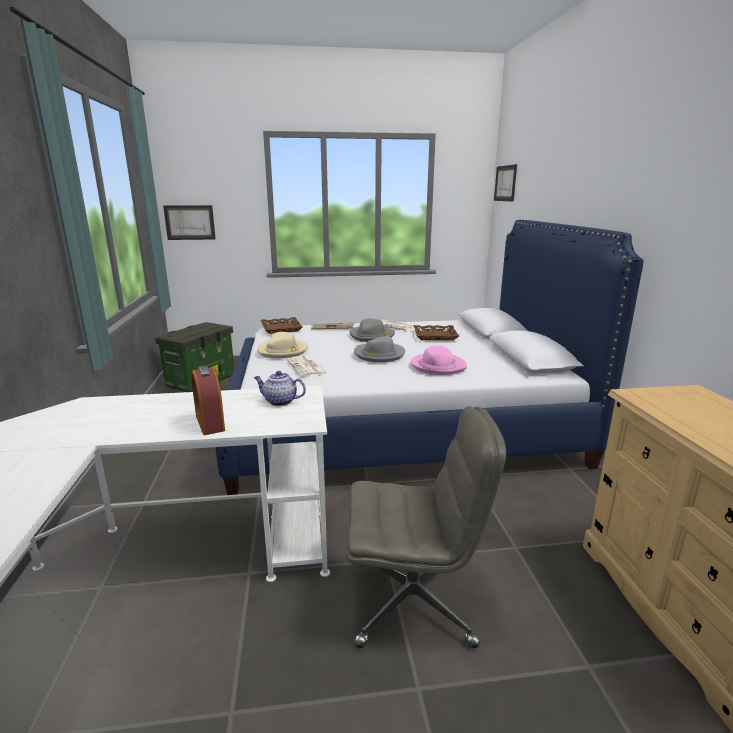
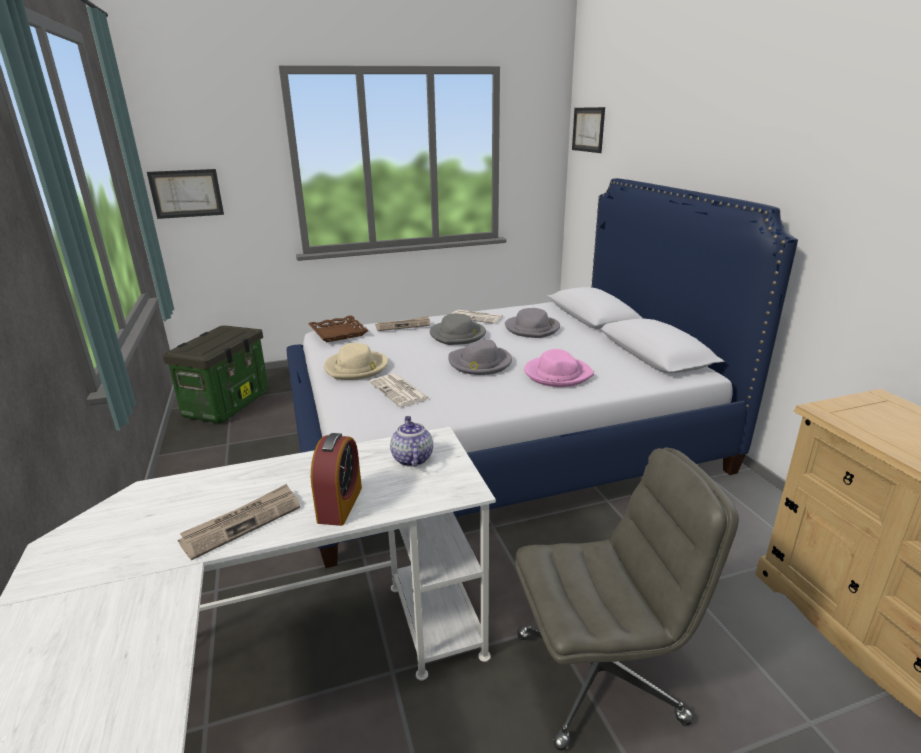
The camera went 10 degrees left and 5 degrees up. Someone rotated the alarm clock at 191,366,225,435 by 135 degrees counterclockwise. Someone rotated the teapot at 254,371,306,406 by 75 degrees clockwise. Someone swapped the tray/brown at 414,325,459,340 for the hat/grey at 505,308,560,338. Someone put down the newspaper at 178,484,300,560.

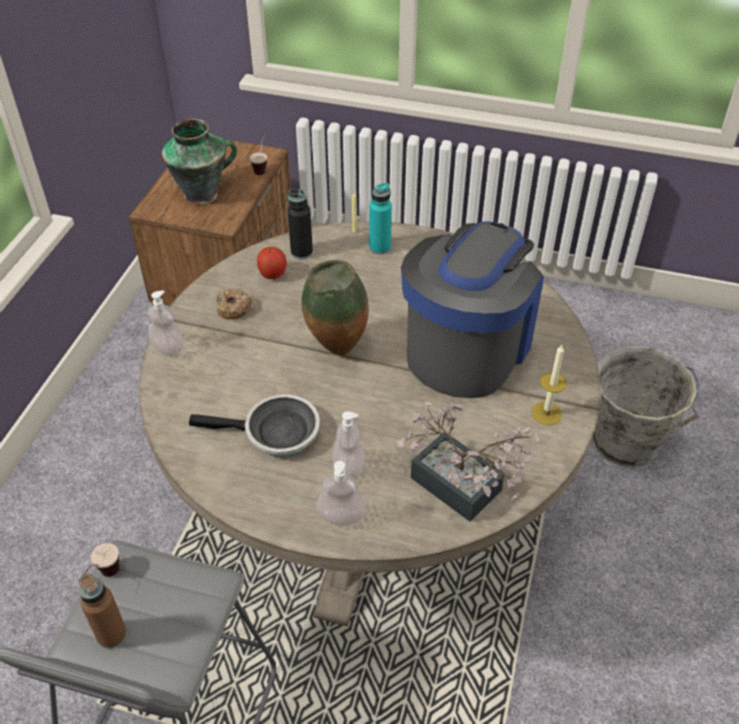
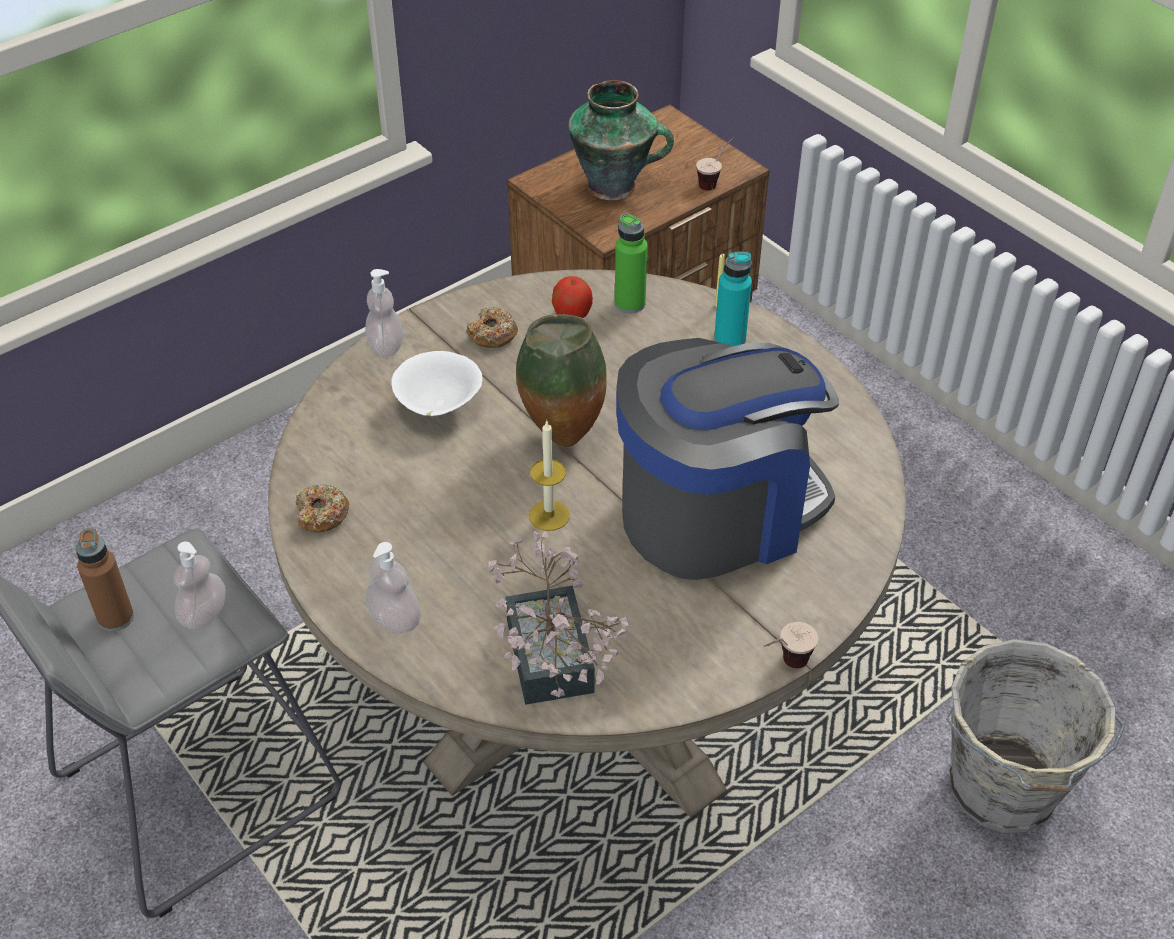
The camera went 35 degrees right and 0 degrees up. Someone carried the cup from 82,543,119,577 to 764,622,818,668. Someone took away the frying pan at 189,394,320,457. Someone repainted the bottle/black at 287,189,313,259, which became the bottle/green at 615,213,648,313. Someone carried the soap dispenser from 332,411,365,479 to 174,542,226,629. Someone carried the candle from 531,345,567,425 to 529,420,570,531. Someone put down the donut at 296,484,349,532. Someone put down the bowl/white at 391,351,483,416.

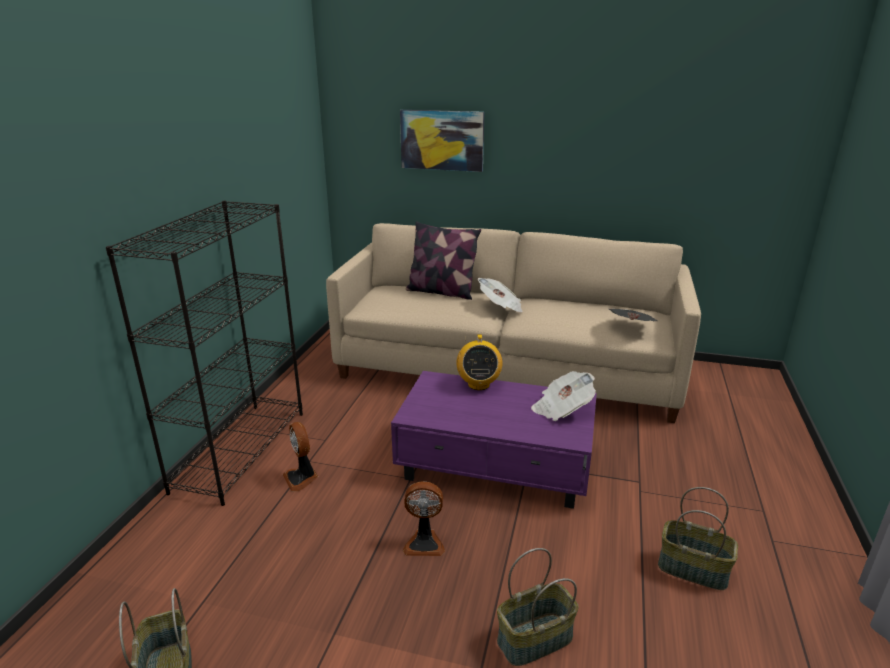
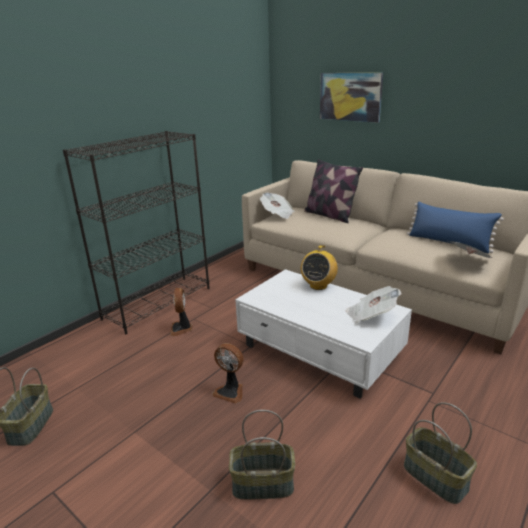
The camera went 25 degrees right and 0 degrees up. Someone repainted the coffee table/purple at 391,371,597,509, which became the coffee table/white at 235,269,412,399. Someone carried the newspaper from 478,278,523,313 to 260,192,294,219. Someone put down the pillow/blue at 407,201,504,254.

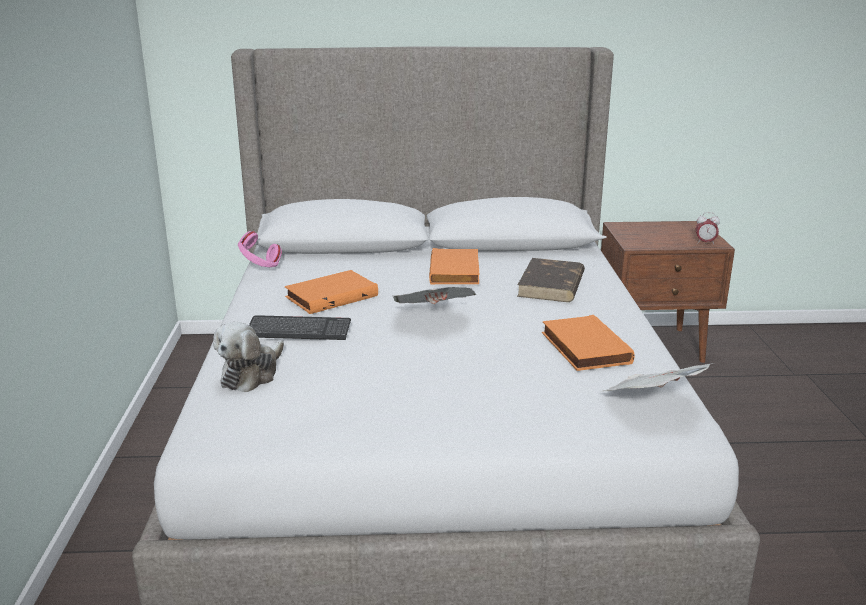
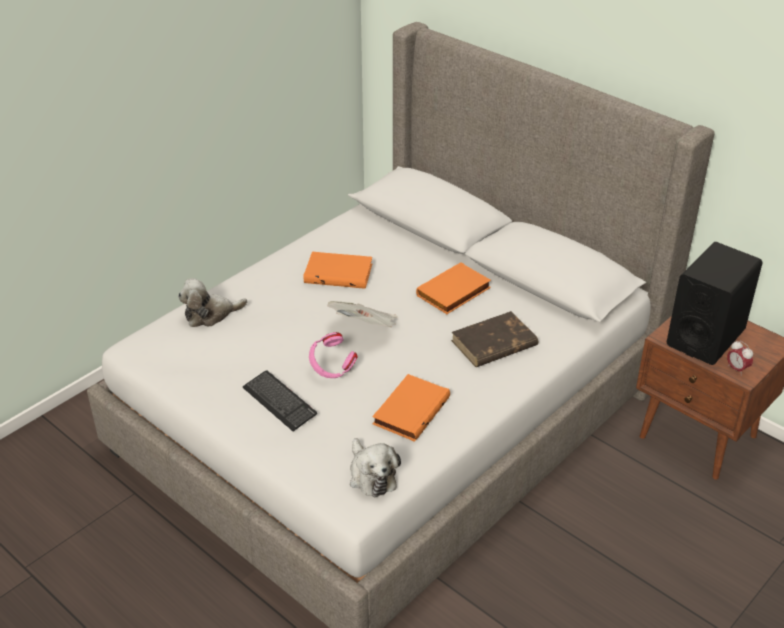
The camera went 45 degrees right and 15 degrees up. Someone carried the headphones/pink from 238,231,282,267 to 309,332,358,378. Someone carried the keyboard from 249,315,351,340 to 243,370,317,431. Someone swapped the newspaper at 603,363,714,391 for the plush toy at 350,438,401,497. Someone put down the speaker/black at 667,242,763,365.

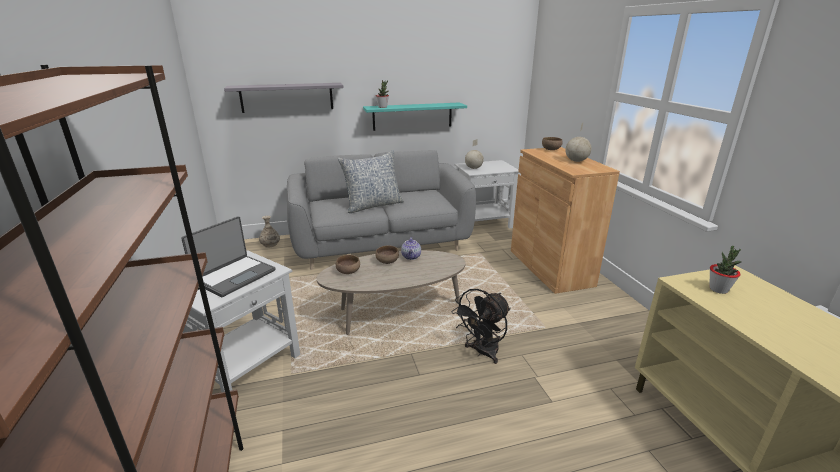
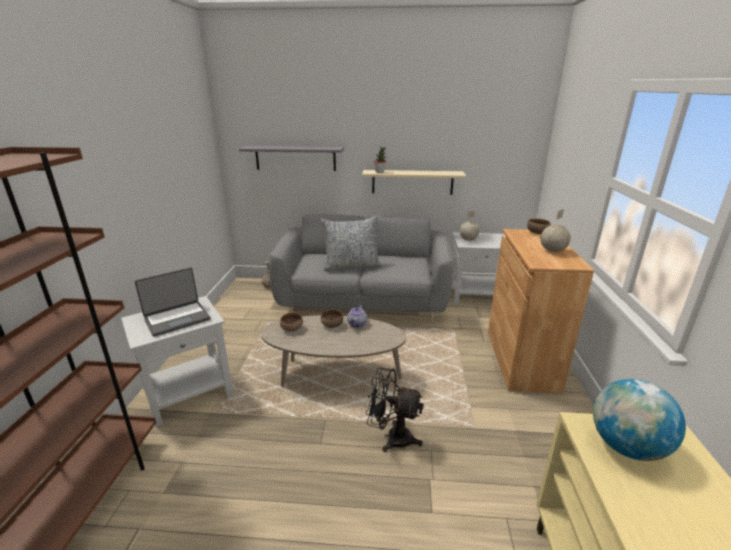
The camera went 20 degrees right and 0 degrees up. Someone repainted the shelf/turquoise at 363,102,467,131, which became the shelf/beige at 362,170,466,195. Someone rotated the fan/black at 451,289,511,364 by 45 degrees clockwise. Someone swapped the potted plant at 709,246,742,294 for the globe at 593,379,686,461.

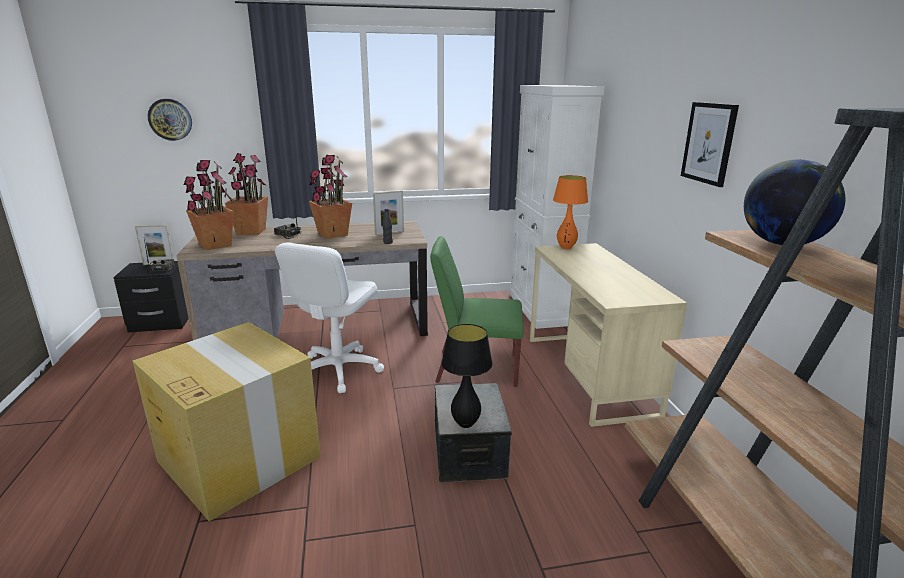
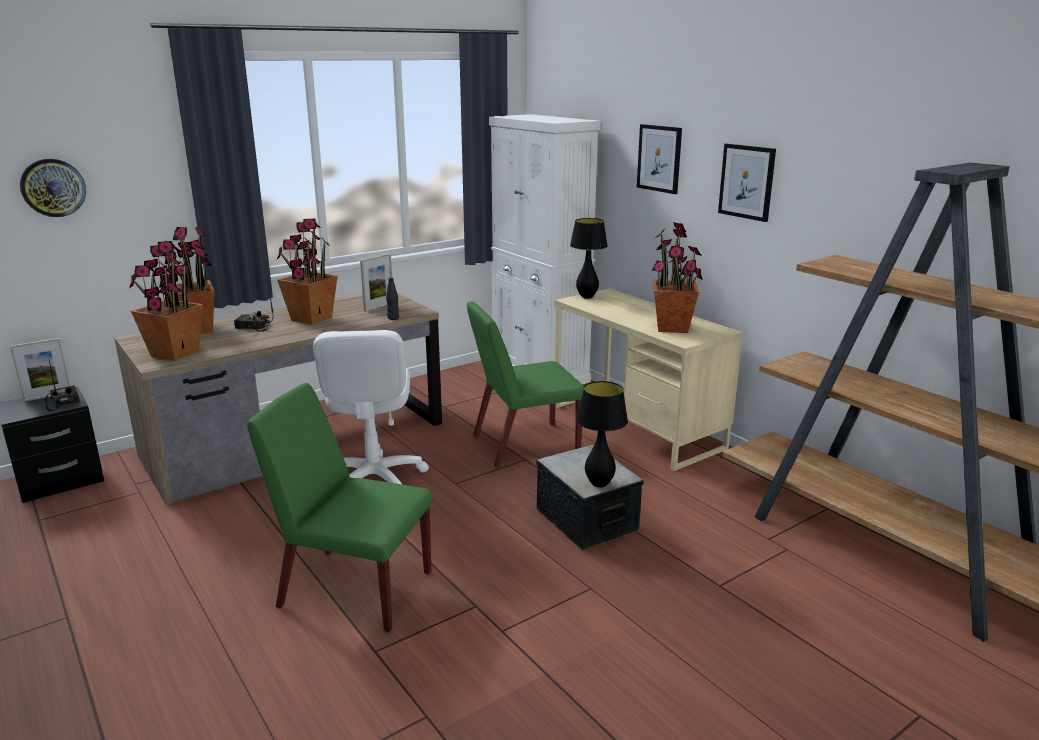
The camera went 25 degrees left and 0 degrees up. Someone swapped the cardboard box at 133,322,321,521 for the chair/green at 247,383,433,632. Someone repainted the table lamp/orange at 553,175,588,249, which became the table lamp/black at 570,218,608,299. Someone took away the globe at 744,159,845,245. Someone put up the picture at 637,124,682,194. Someone put down the potted plant at 652,222,703,333.

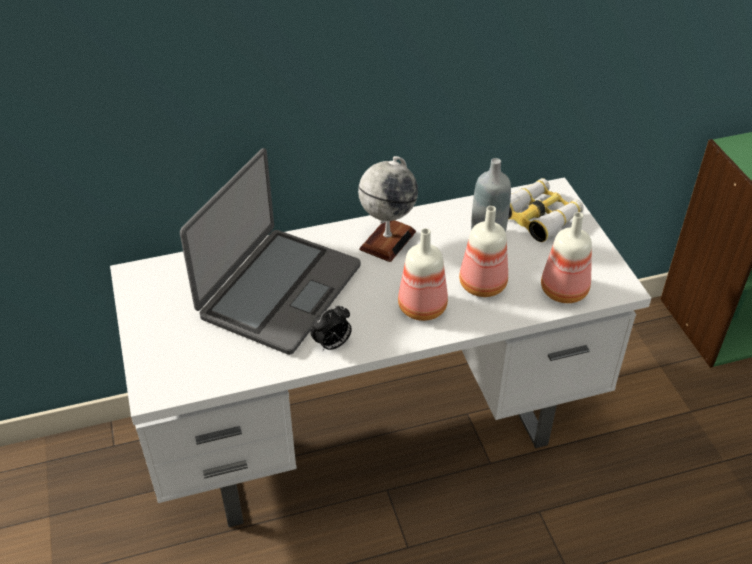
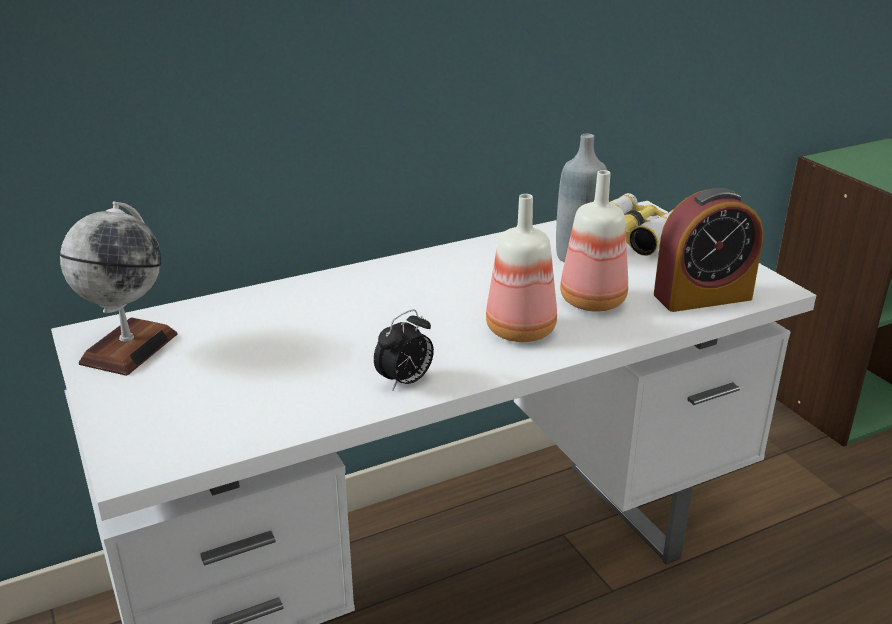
The camera went 10 degrees left and 15 degrees down. Someone took away the laptop at 180,148,361,355. Someone carried the globe from 358,156,418,262 to 60,201,177,376. Someone swapped the bottle at 541,212,592,303 for the alarm clock at 654,188,763,312.

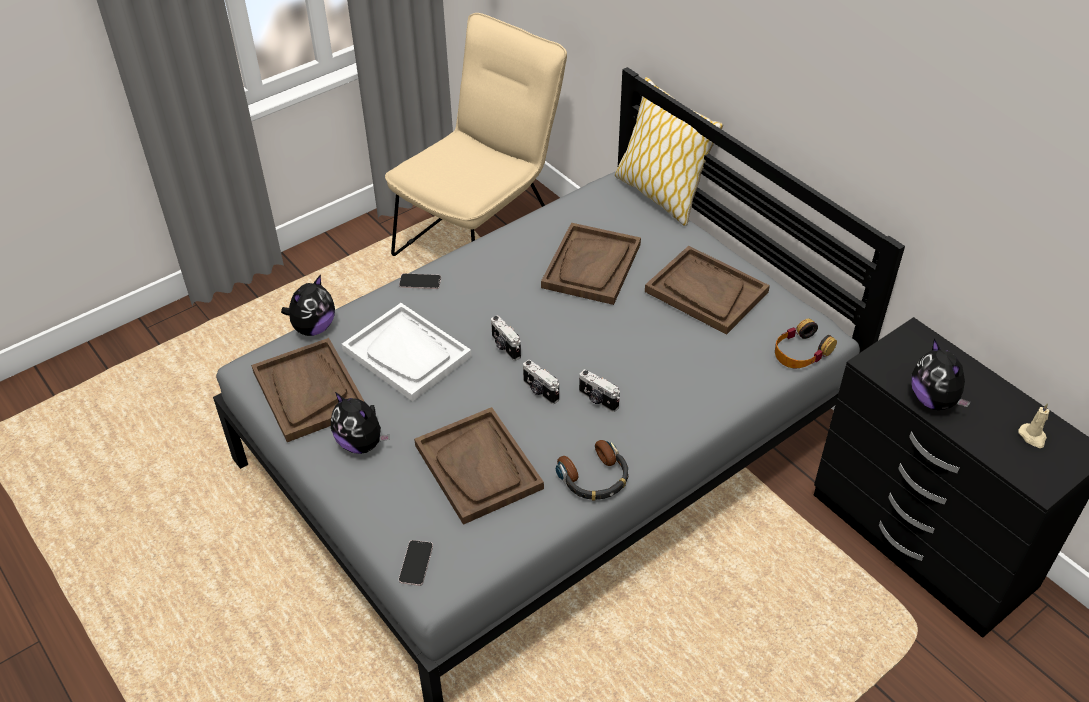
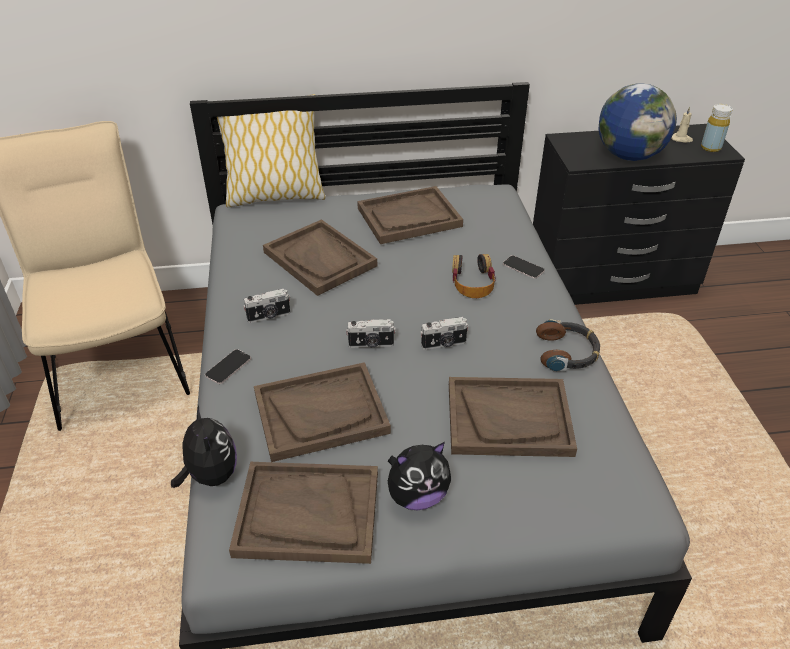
The camera went 60 degrees left and 5 degrees down. Someone repainted the tray/white at 342,303,471,402, which became the tray/brown at 254,362,391,462. Someone carried the phone from 399,540,433,586 to 503,255,545,279. Someone carried the photo camera from 579,369,620,412 to 243,289,290,323. Someone carried the headphones from 775,319,837,368 to 452,254,496,298. Someone swapped the plush toy at 911,339,971,410 for the globe at 598,83,677,161. Someone put down the bottle/yellow at 701,104,733,152.

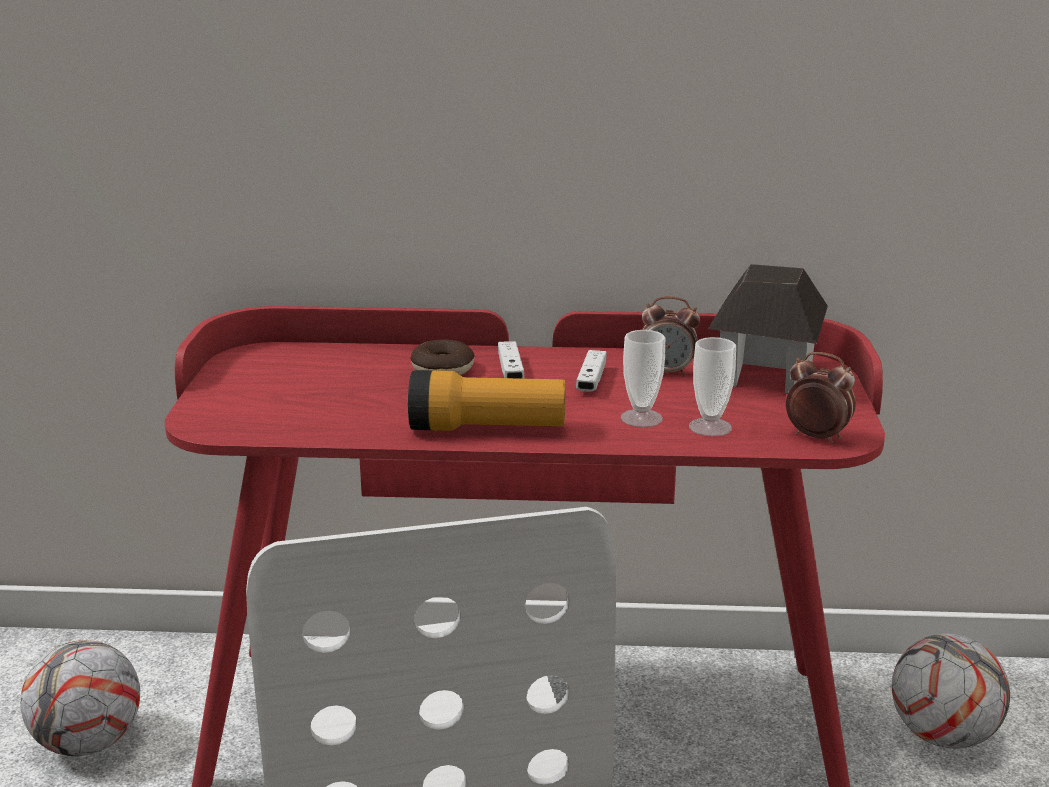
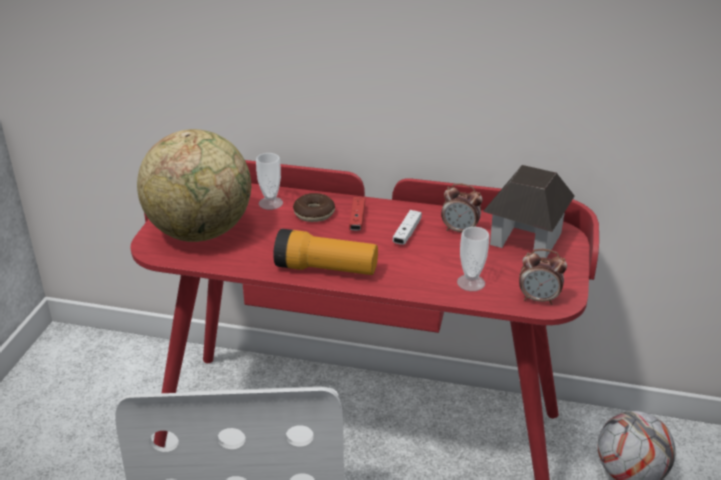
The camera went 10 degrees right and 10 degrees up. Someone took away the football at 20,640,140,756. Someone repainted the game controller/white at 498,341,525,379, which became the game controller/red at 349,197,365,231. Someone carried the cup from 620,330,665,427 to 256,153,283,210. Someone rotated the alarm clock at 786,352,856,443 by 150 degrees clockwise. Someone put down the globe at 137,129,251,242.

